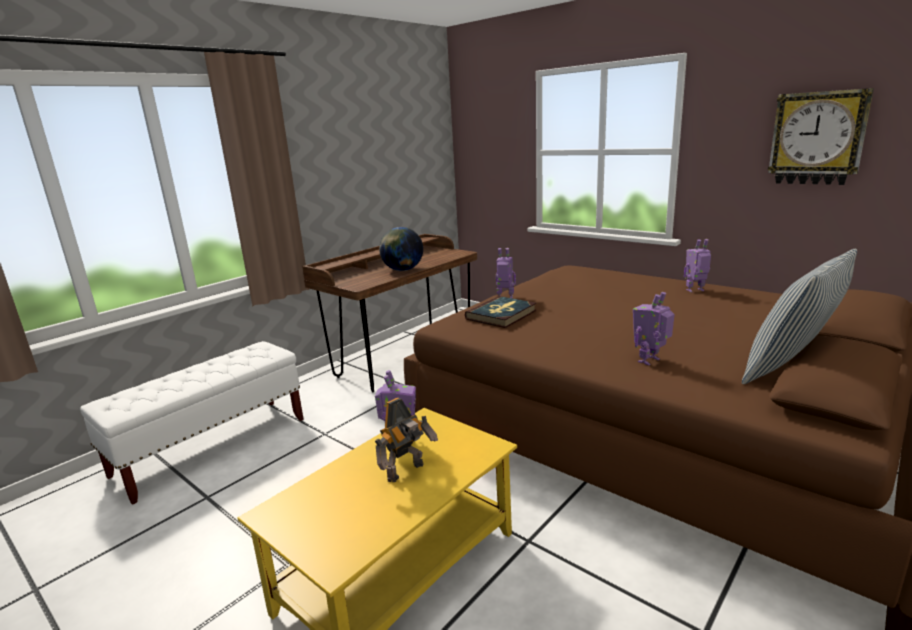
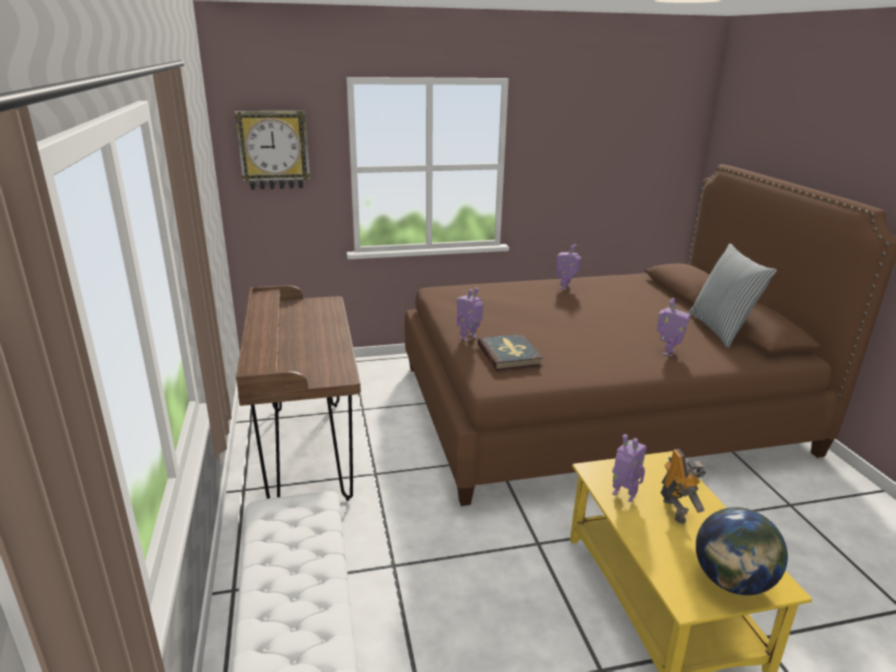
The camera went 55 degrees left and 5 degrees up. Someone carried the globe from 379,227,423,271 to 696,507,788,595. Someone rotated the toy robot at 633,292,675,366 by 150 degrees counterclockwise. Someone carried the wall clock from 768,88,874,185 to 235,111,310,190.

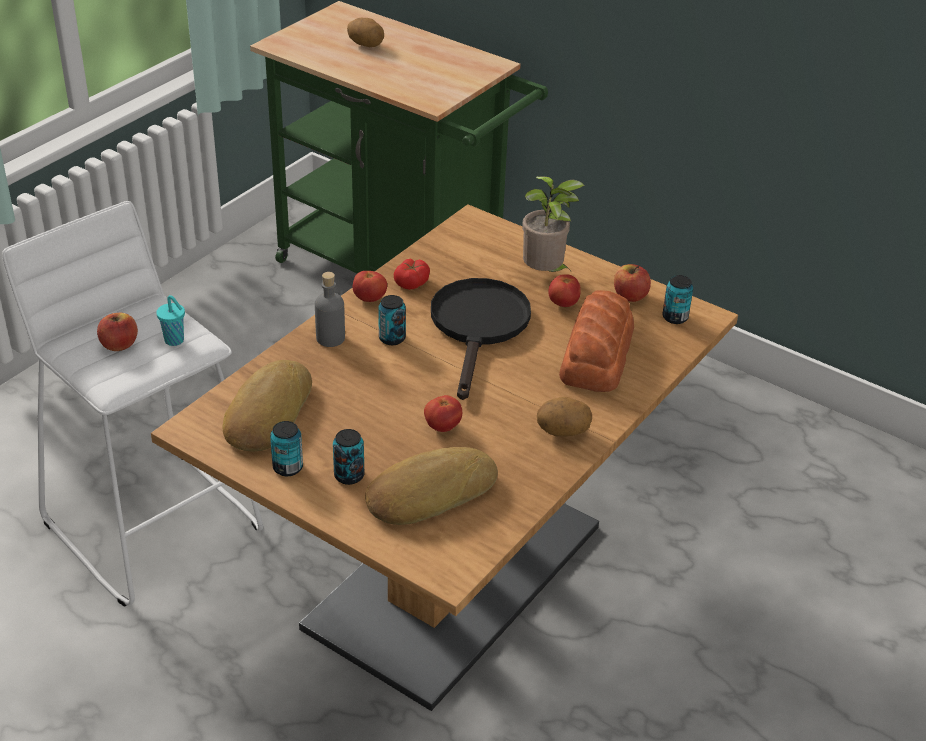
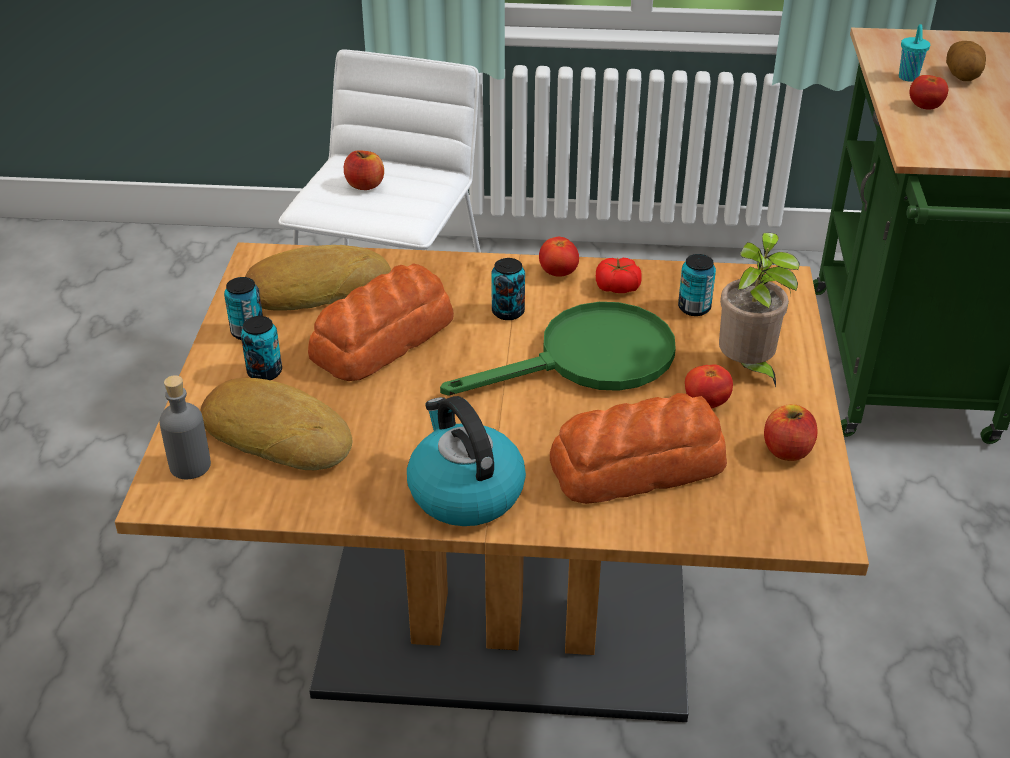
The camera went 60 degrees right and 0 degrees up. Someone carried the cup/turquoise from 156,295,185,346 to 899,24,930,82. Someone carried the bottle/grey from 315,272,345,347 to 159,375,211,479. Someone carried the tomato from 424,395,462,432 to 910,75,948,110. Someone repainted the frying pan/black at 431,278,531,400, which became the frying pan/green at 440,302,676,396. Someone swapped the potato at 537,397,592,437 for the kettle at 407,396,526,526. Someone carried the can from 662,275,693,324 to 678,254,716,316. Someone put down the bread at 308,263,454,381.

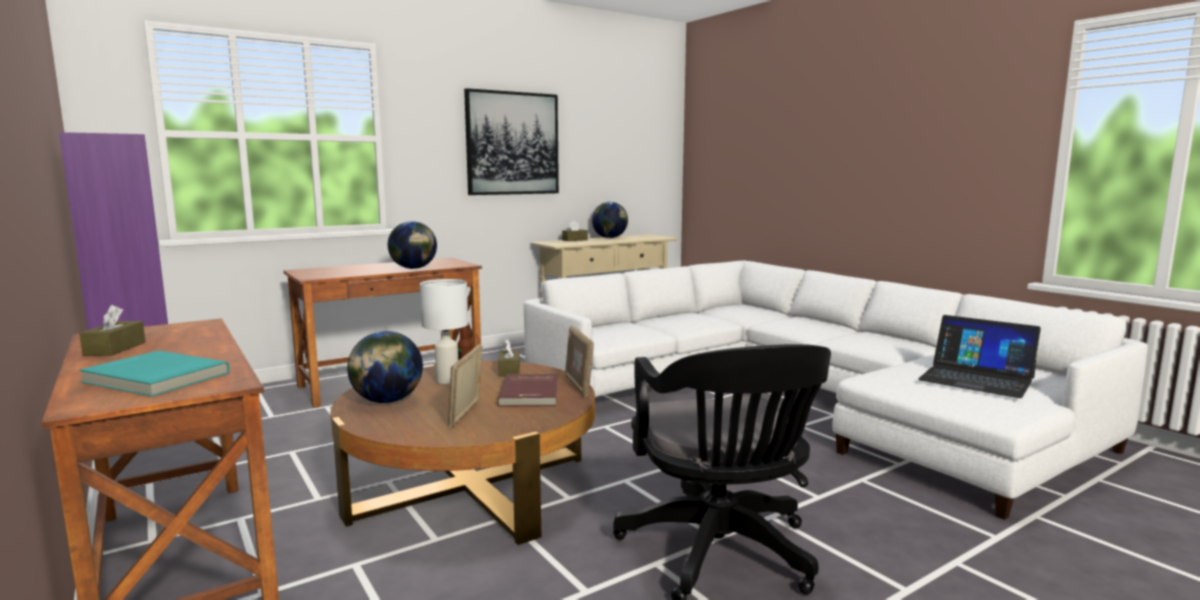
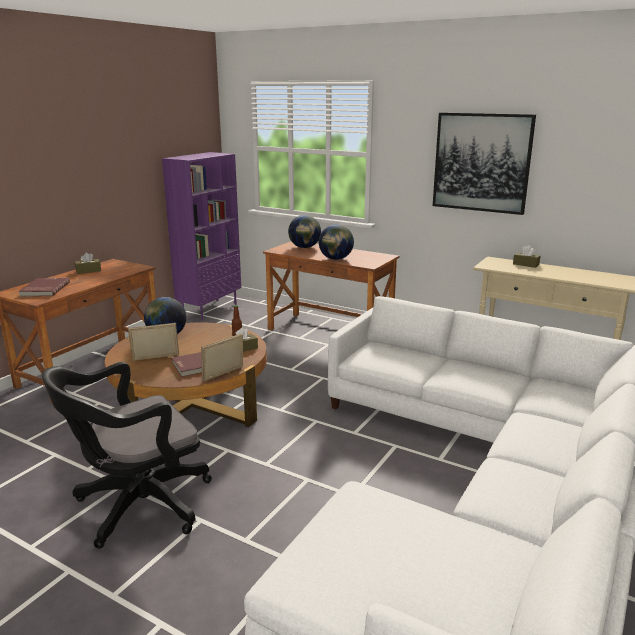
The camera went 65 degrees right and 10 degrees up. Someone repainted the book/turquoise at 80,351,230,397, which became the book/red at 18,278,70,297. Someone took away the table lamp/white at 420,279,468,384. Someone carried the globe from 592,202,628,238 to 288,215,321,248. Someone took away the laptop at 918,315,1041,398.

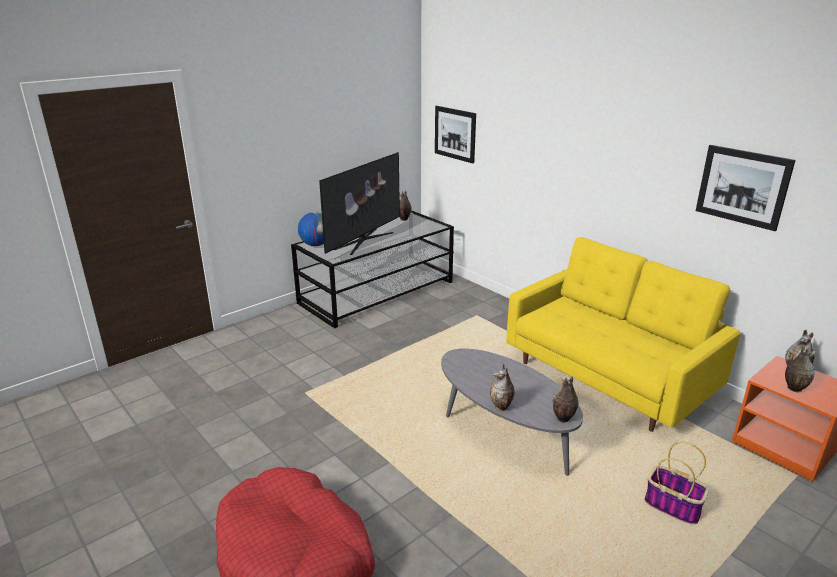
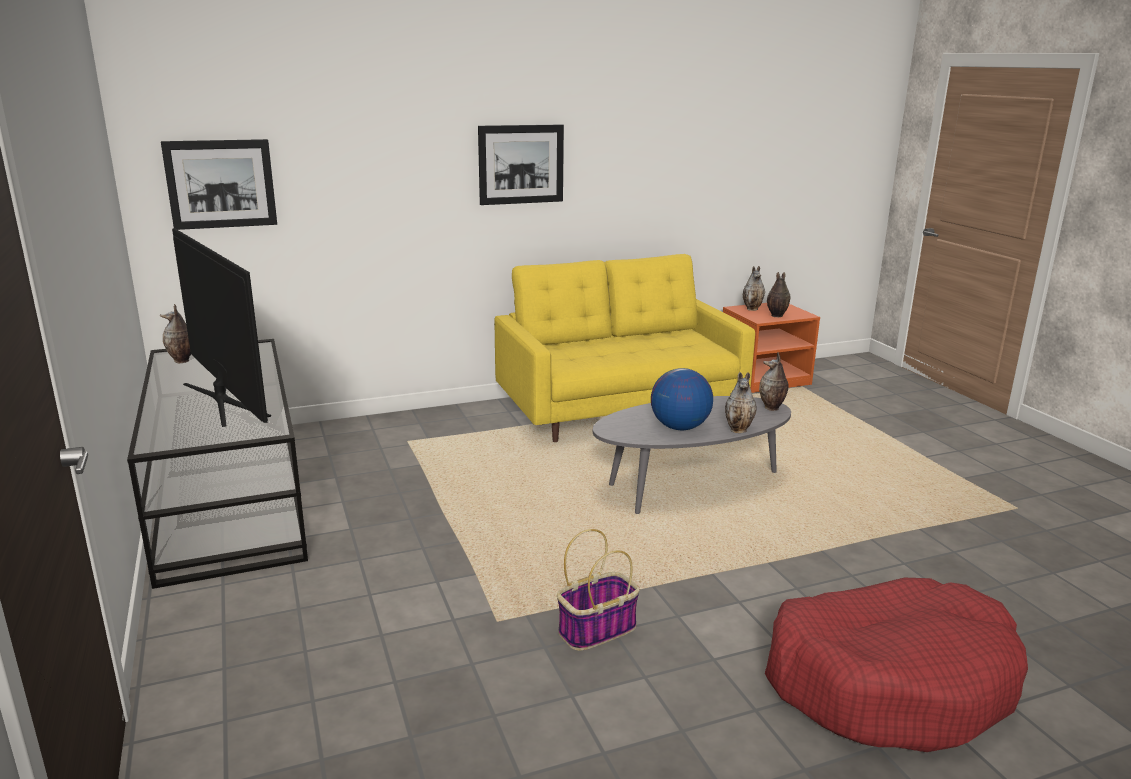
The camera went 70 degrees left and 5 degrees down. Someone carried the globe from 298,212,324,246 to 651,368,713,430. Someone carried the basket from 644,441,709,525 to 557,529,640,651. Someone carried the picture from 696,145,795,231 to 478,125,564,205.

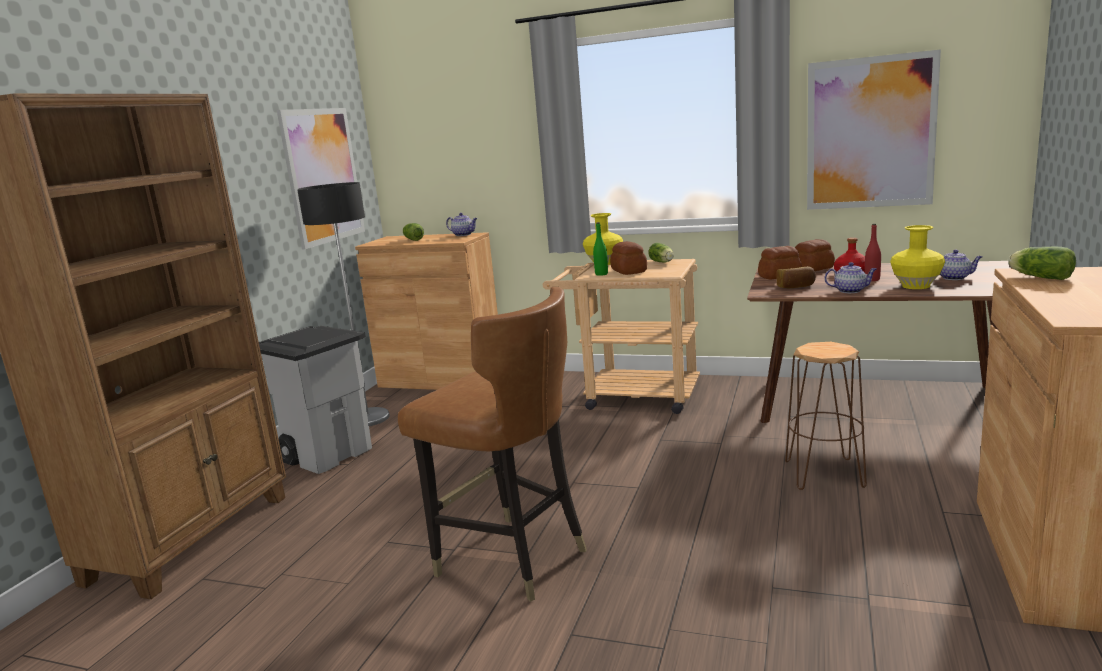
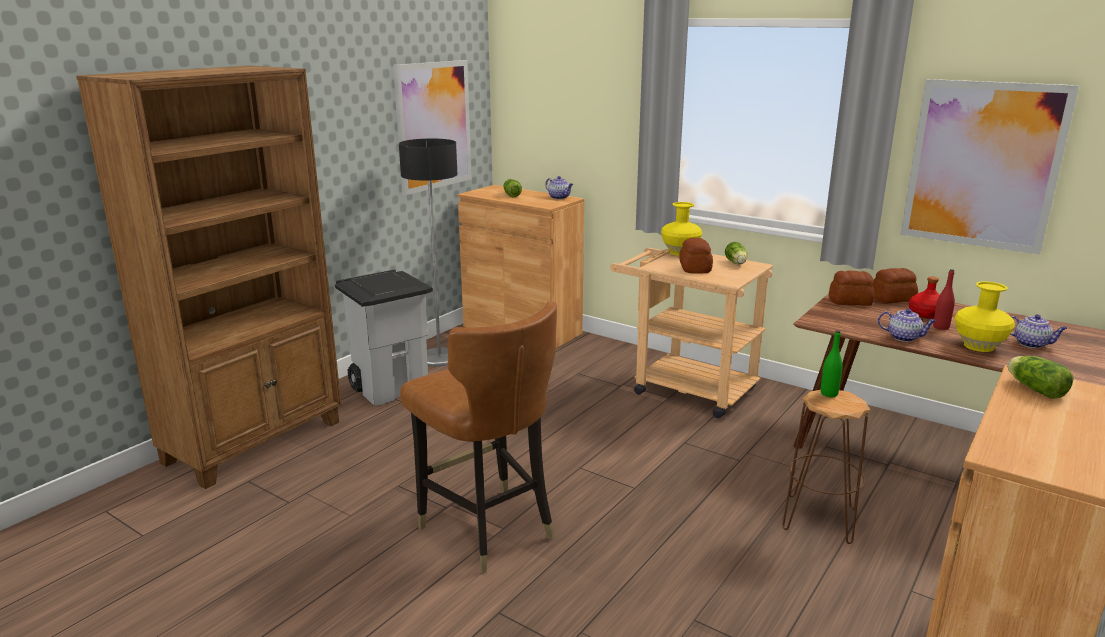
The camera went 15 degrees right and 5 degrees up. Someone carried the bottle/green from 593,222,608,276 to 821,330,843,397. Someone took away the bread at 777,266,816,288.

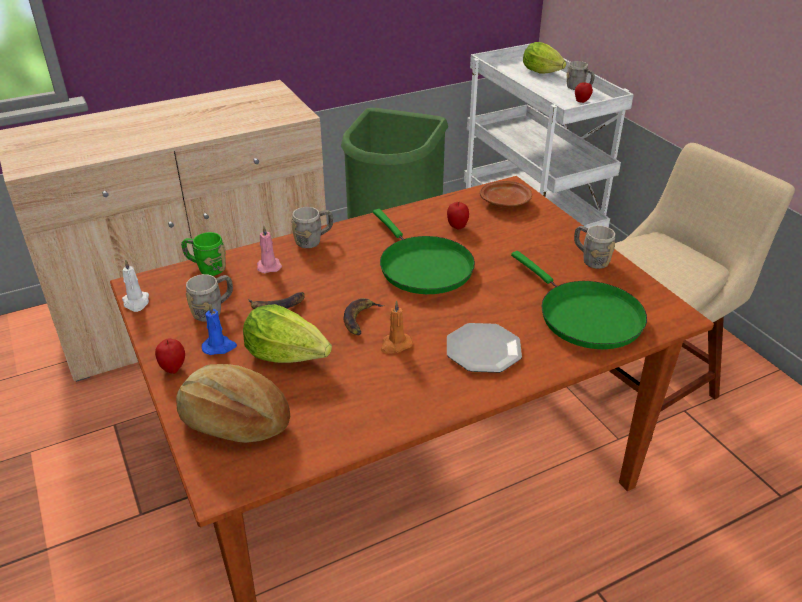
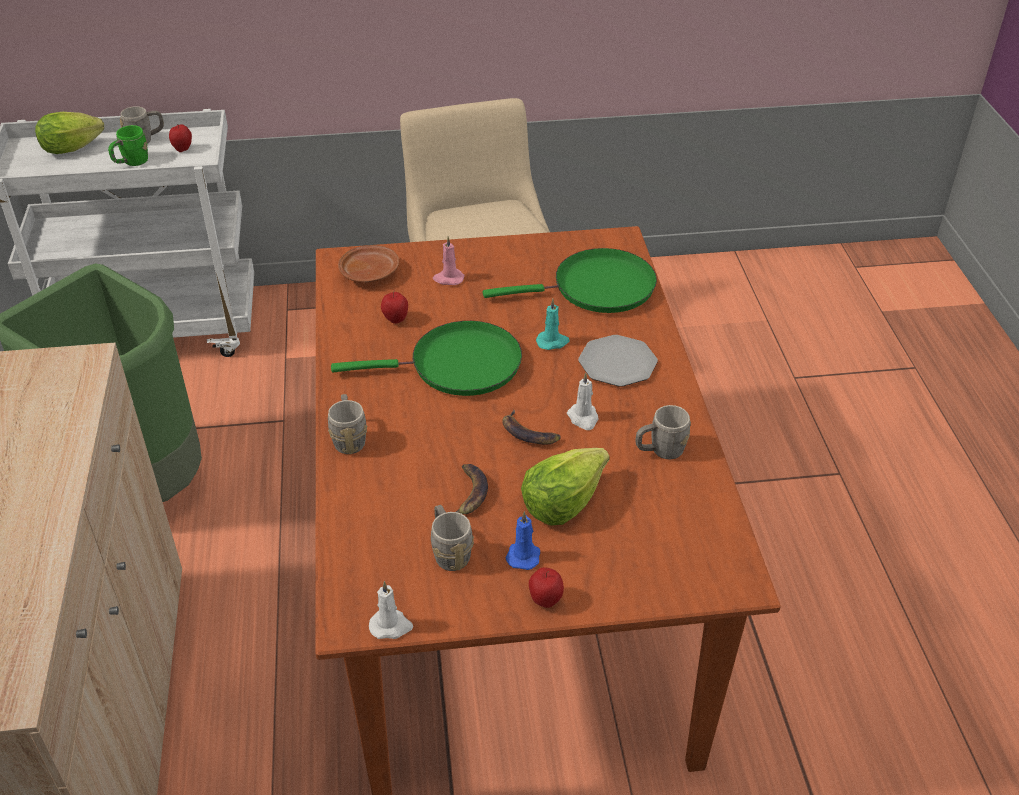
The camera went 70 degrees left and 5 degrees up. Someone took away the bread at 176,364,290,443. Someone carried the mug/green from 181,232,226,276 to 108,125,148,166. Someone carried the candle/pink from 257,226,282,273 to 433,236,464,285. Someone repainted the candle/orange at 381,300,412,354, which became the candle/white at 567,373,598,430. Someone carried the mug/grey from 574,226,615,269 to 636,405,691,460. Someone put down the candle/turquoise at 536,299,569,350.

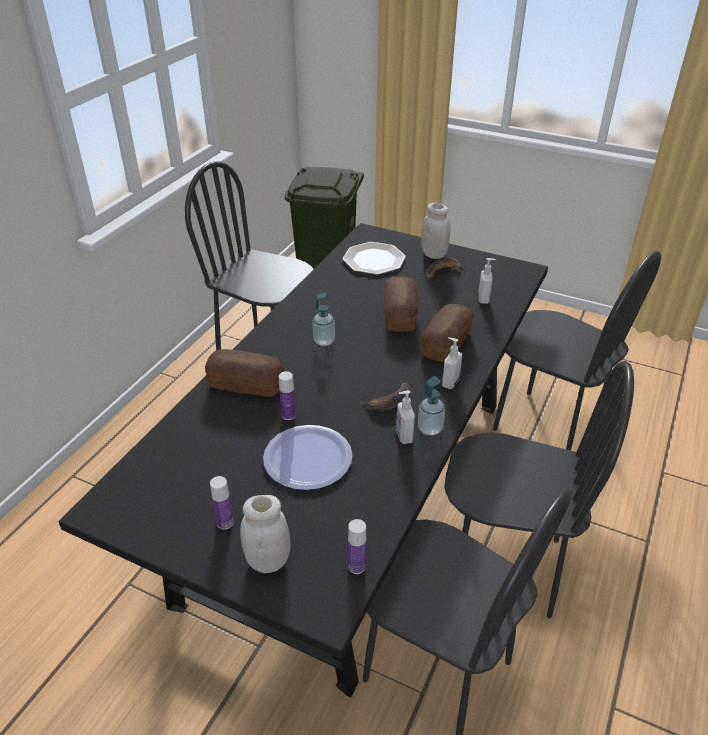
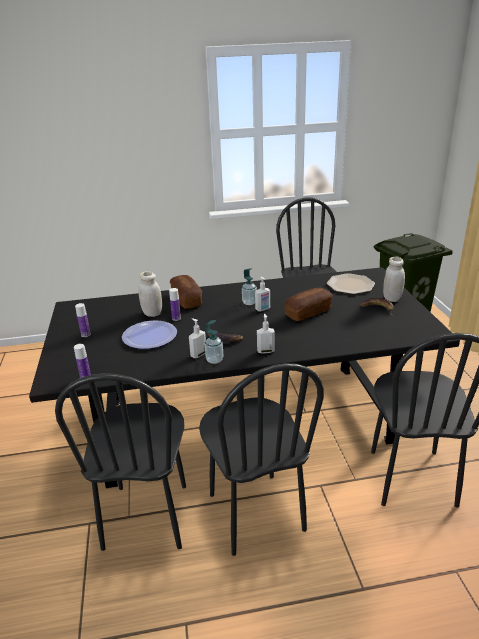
The camera went 55 degrees right and 10 degrees down. Someone carried the jar/white from 240,495,291,573 to 139,271,162,317. Someone took away the bread at 421,304,474,362. Someone carried the soap dispenser from 478,258,496,304 to 255,277,270,312.

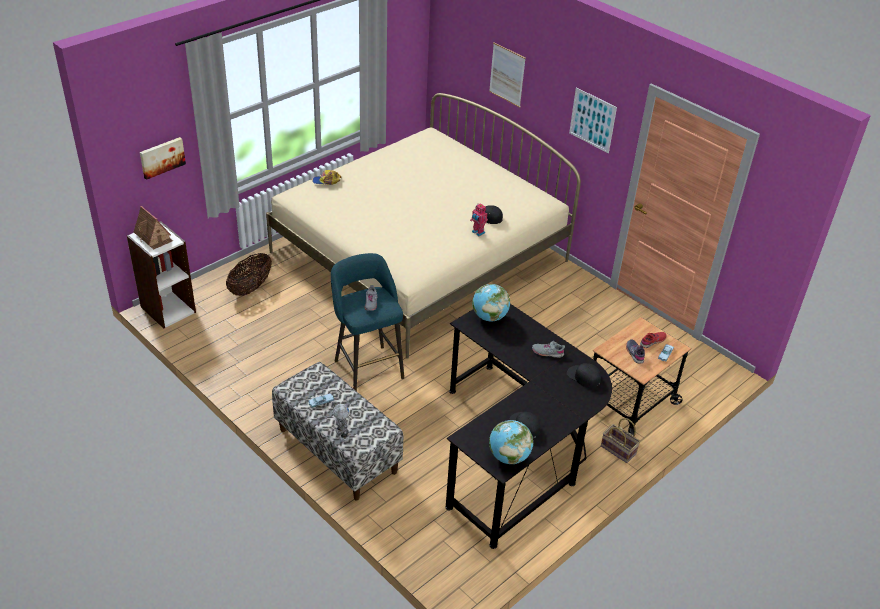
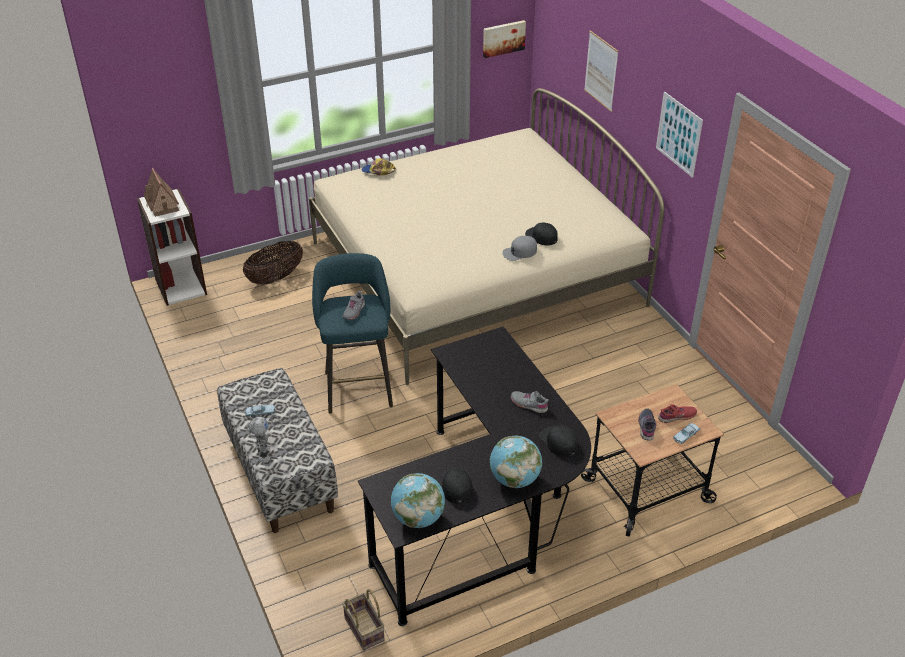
The camera went 20 degrees right and 0 degrees up. Someone carried the picture from 140,137,186,180 to 483,20,526,58. Someone swapped the toy robot at 470,203,488,236 for the cap/grey at 502,236,537,261. Someone carried the globe from 472,284,510,322 to 490,436,542,488. Someone carried the basket from 601,418,640,463 to 342,589,384,650.

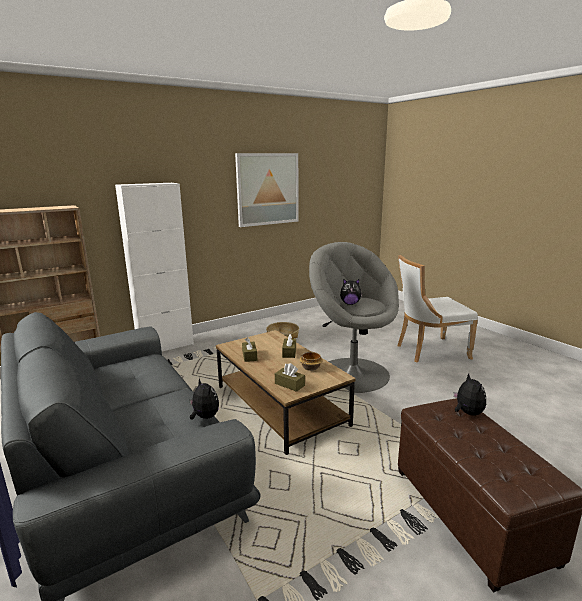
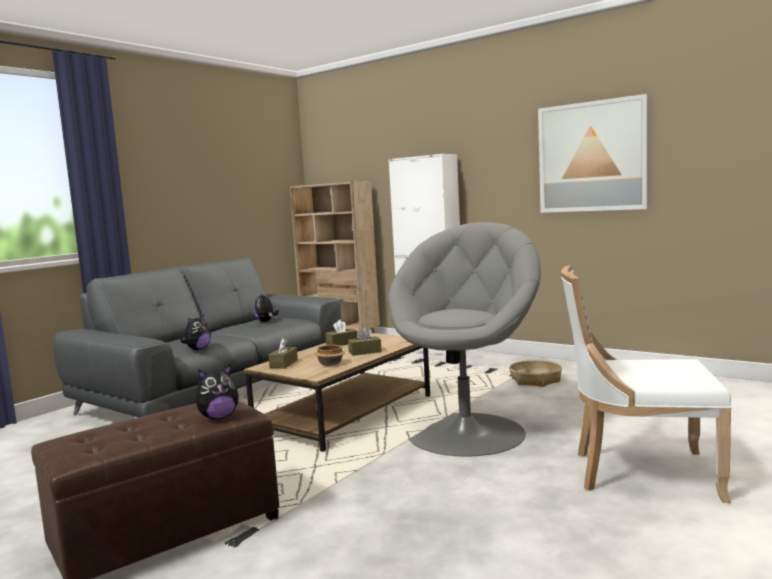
The camera went 70 degrees right and 10 degrees down. Someone carried the plush toy from 340,279,362,305 to 254,292,279,322. Someone rotated the chair/white at 397,255,478,362 by 45 degrees counterclockwise.

